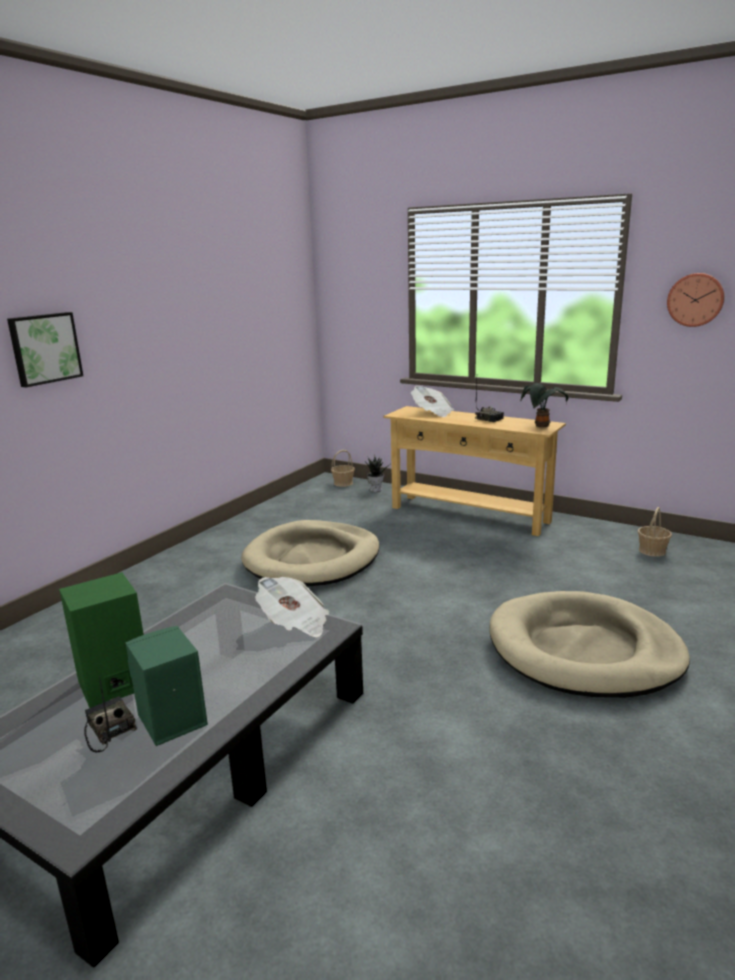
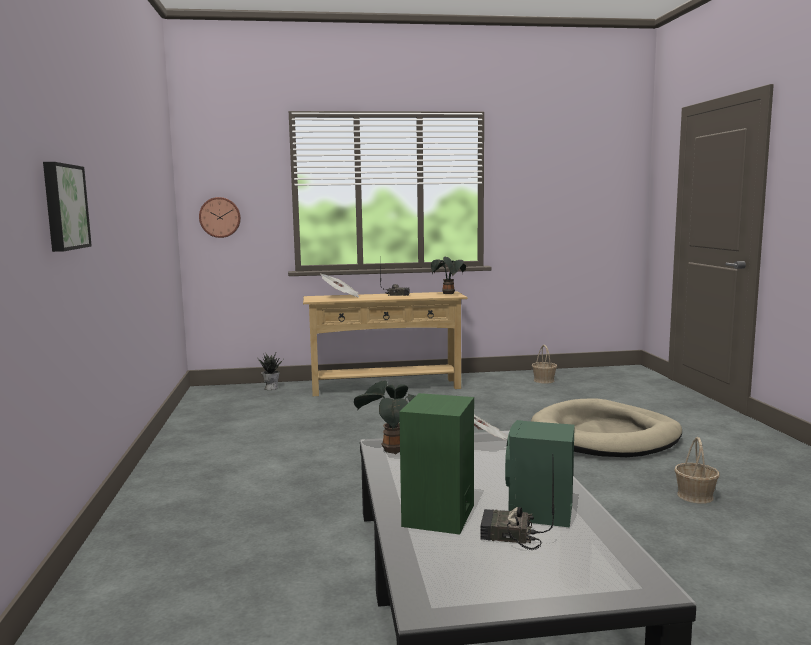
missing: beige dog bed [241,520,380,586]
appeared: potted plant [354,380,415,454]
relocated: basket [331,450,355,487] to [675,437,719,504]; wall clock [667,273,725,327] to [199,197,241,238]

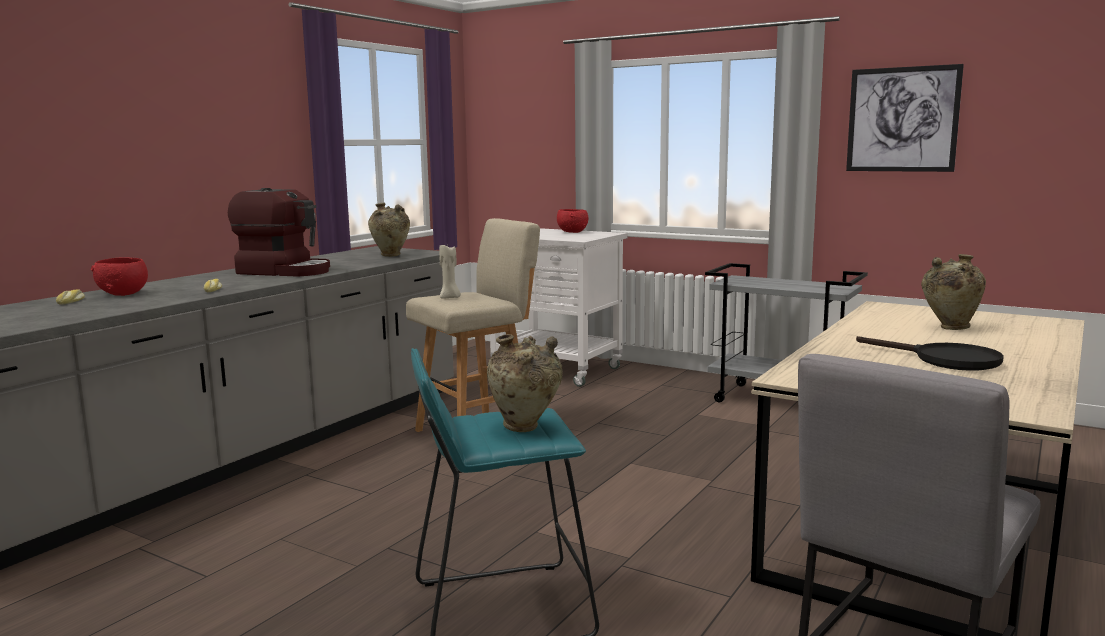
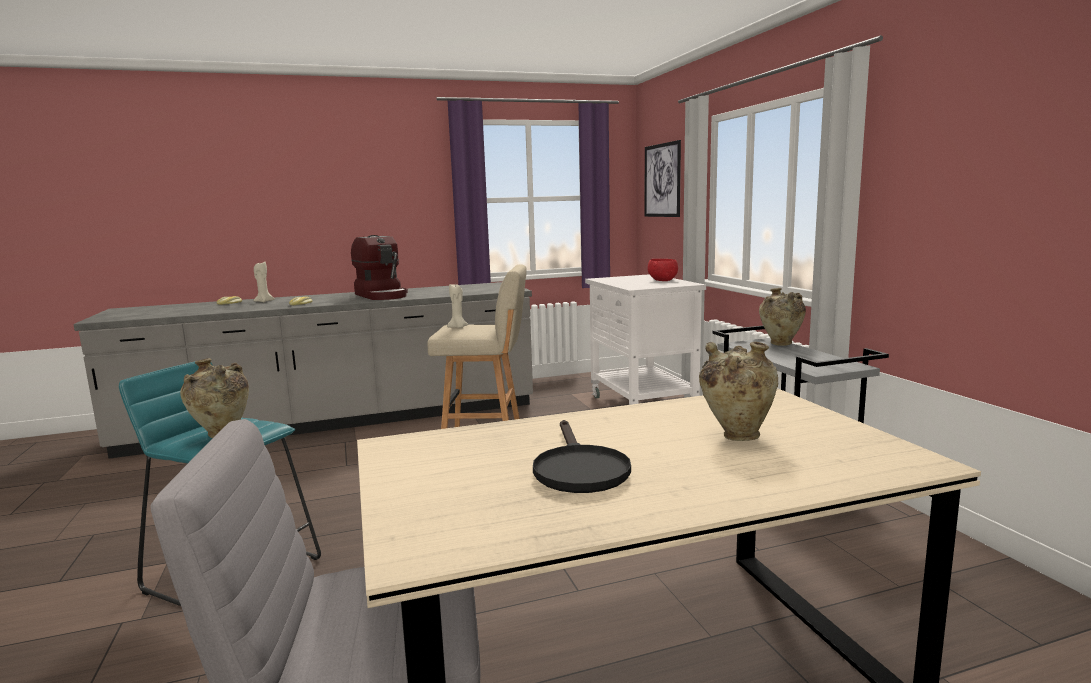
relocated: beige vase [368,203,410,257] to [759,288,806,346]; picture [846,64,964,172] to [645,140,681,217]
exchanged: red bowl [91,258,148,296] to beige candle [253,262,275,302]

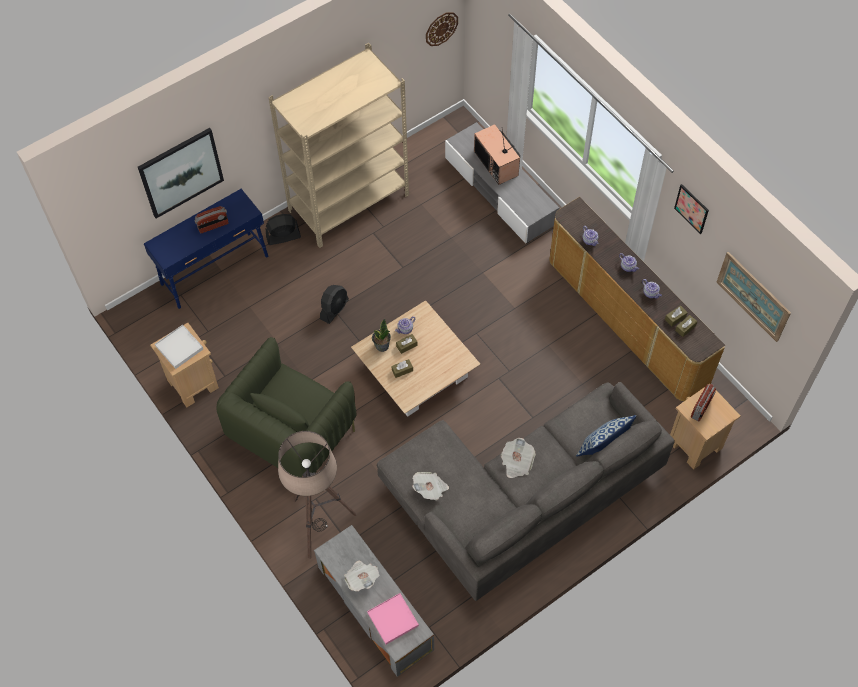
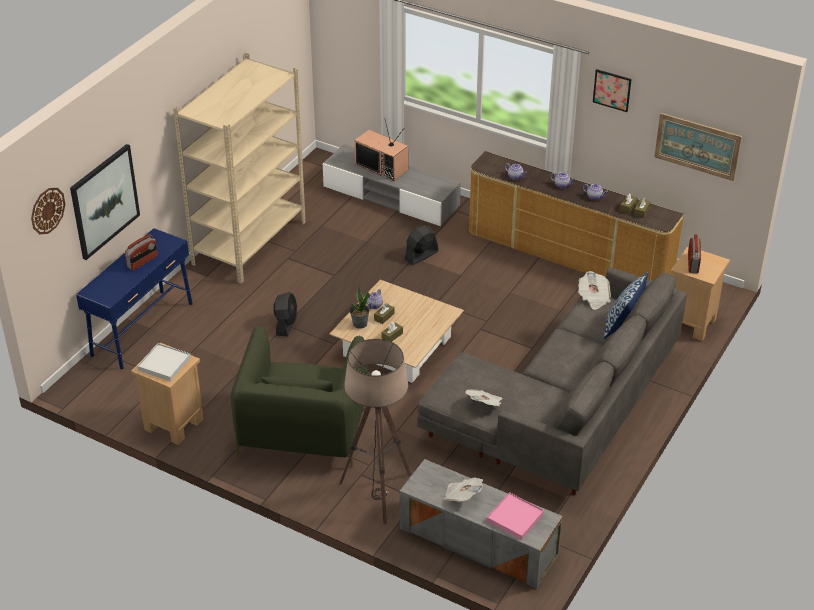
relocated: black fan [266,214,301,245] to [405,225,439,265]; wall clock [426,12,458,46] to [31,188,65,234]; newspaper [501,438,536,478] to [578,271,611,310]

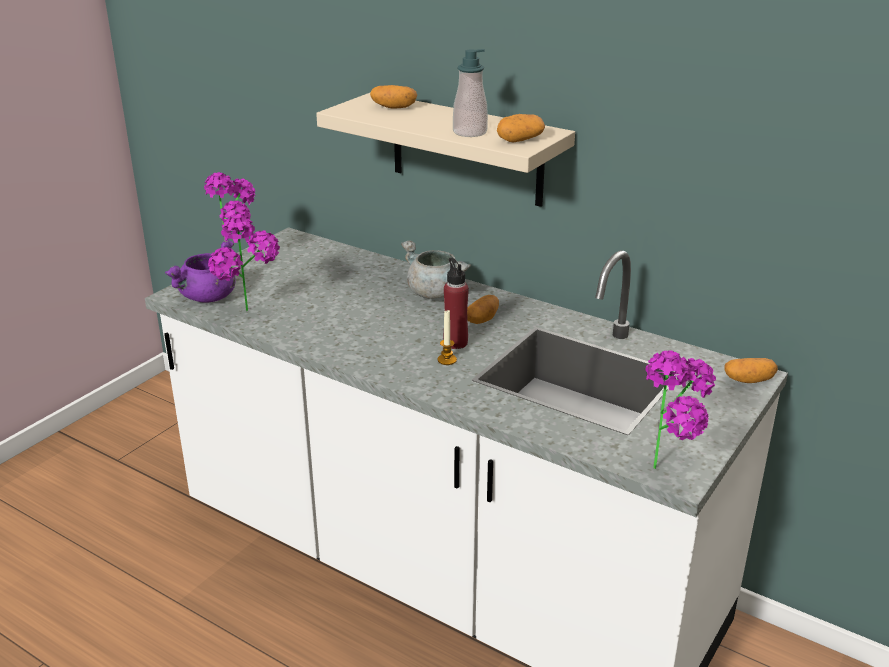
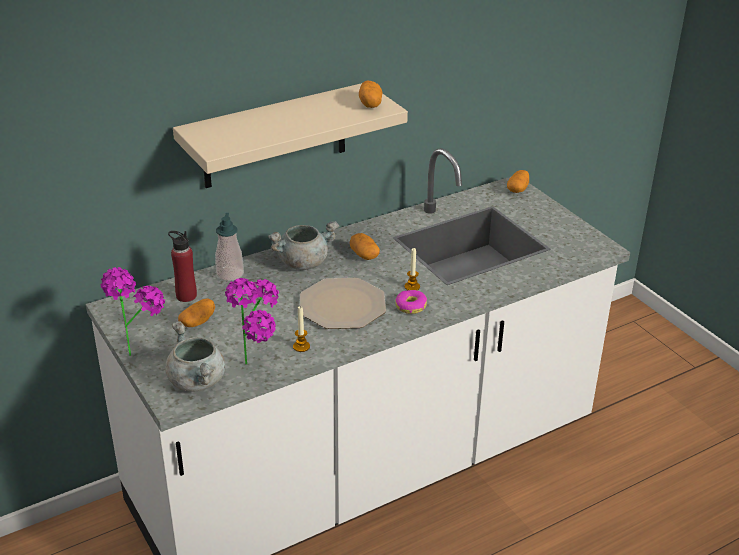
missing: potted plant [646,350,716,469]
appeared: candle [293,307,310,352]; plate [300,278,386,329]; donut [395,290,427,314]
relocated: potato [370,85,417,109] to [178,298,215,327]; red bottle [444,258,469,349] to [168,231,197,302]; soap dispenser [453,49,488,137] to [215,213,244,281]
colour: purple cooking pot [165,240,236,303] to grey cooking pot [165,321,225,391]

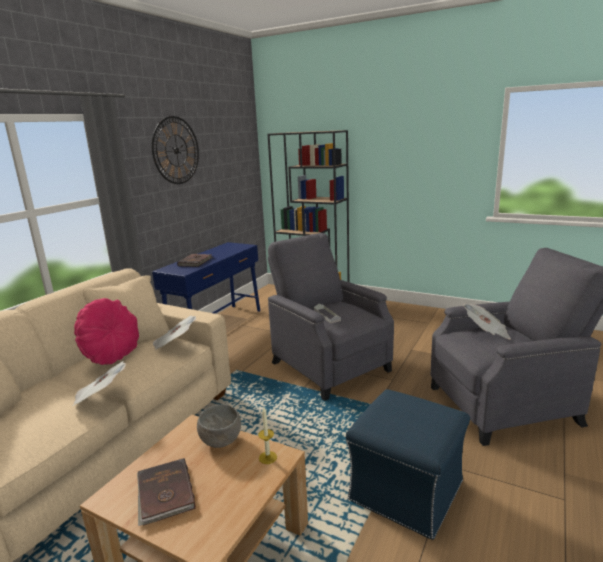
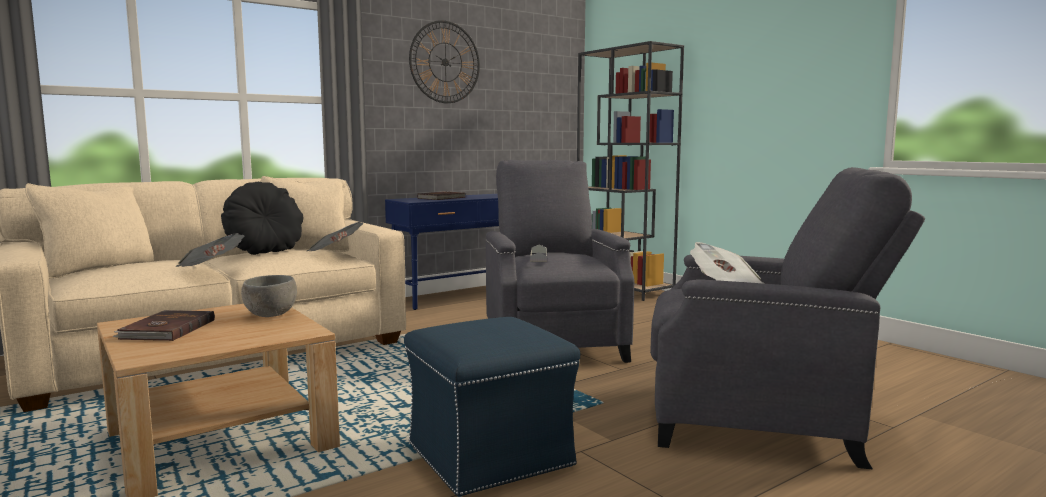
missing: candle [258,408,277,464]
colour: pink pillow [74,298,139,365] to black pillow [221,182,303,255]

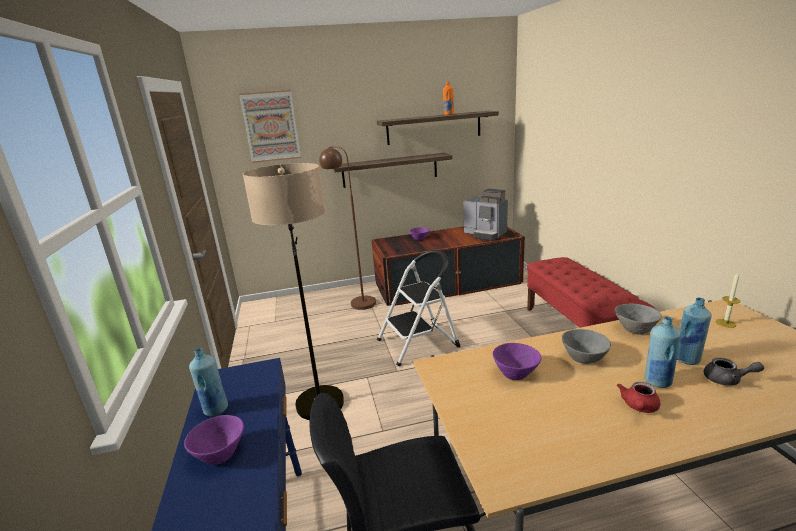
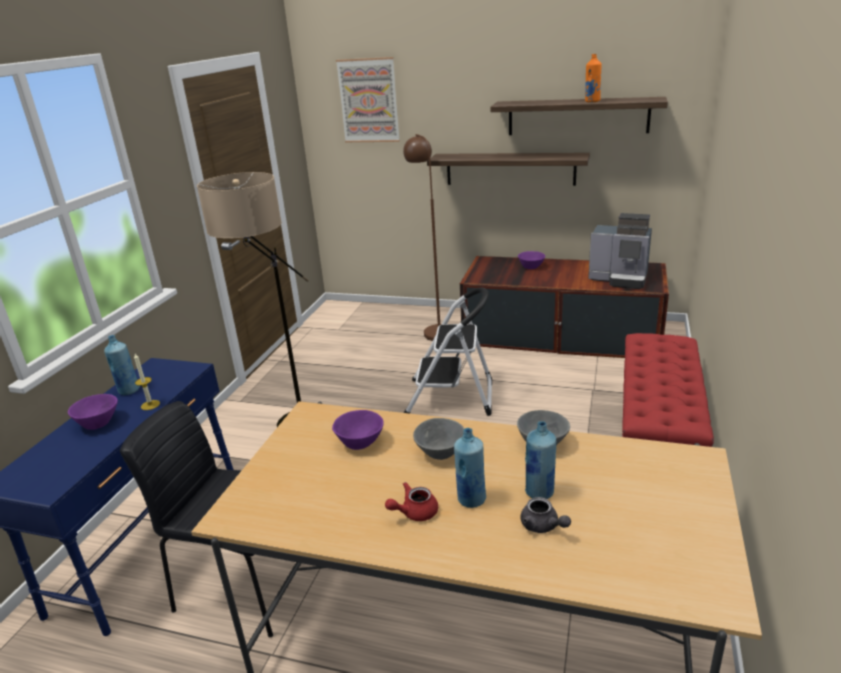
relocated: candle [715,272,741,328] to [134,354,160,410]
spun: coffee machine [463,189,508,241] = [588,213,652,289] 45 degrees counterclockwise

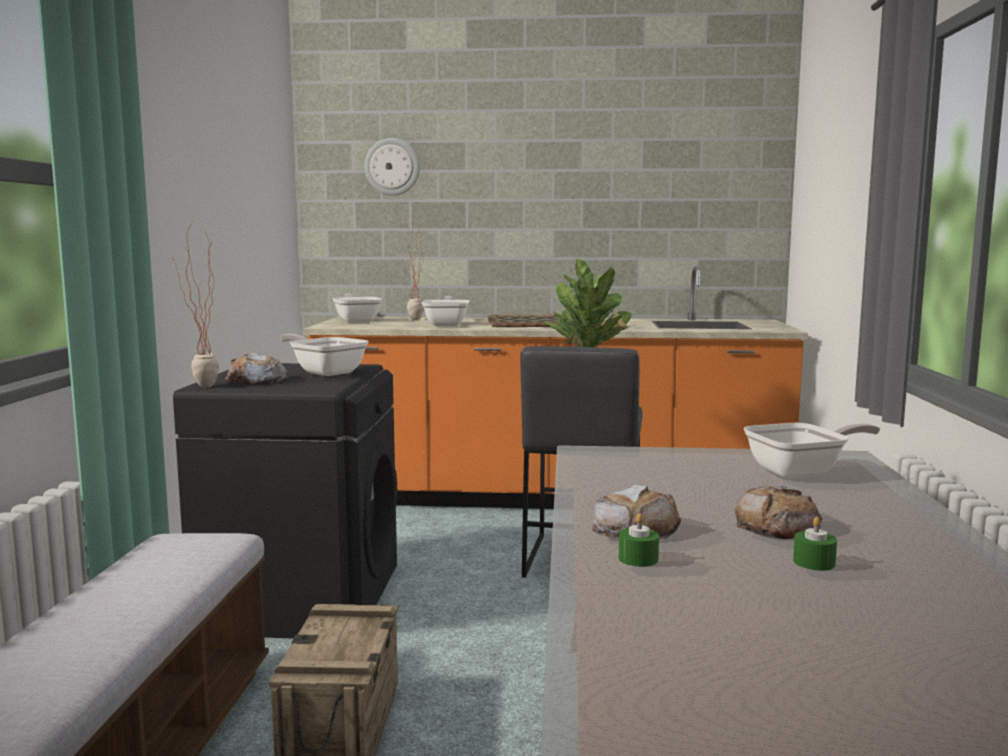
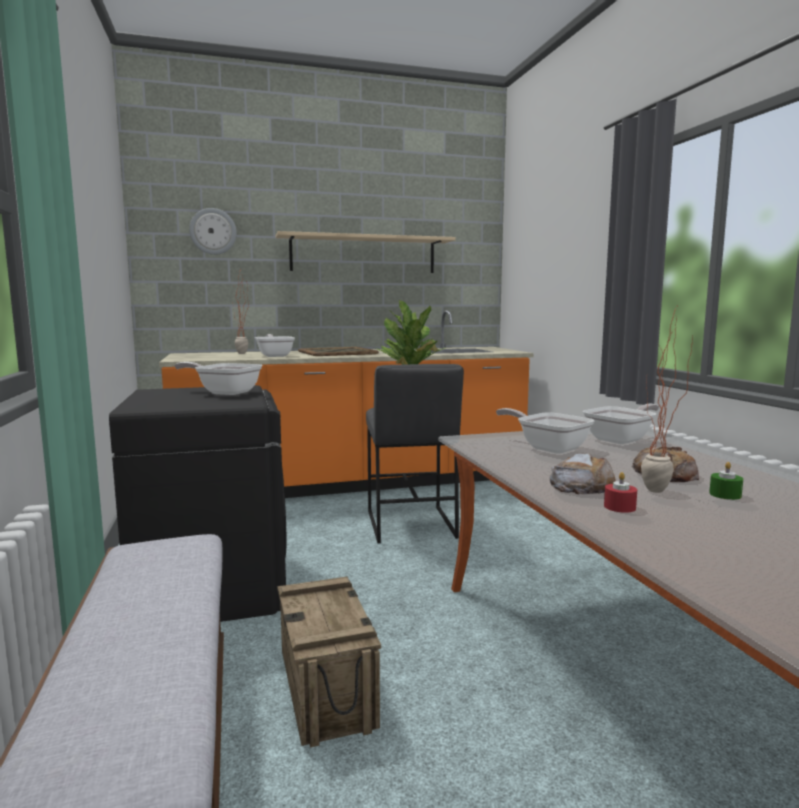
missing: bread [225,353,289,385]
appeared: beige shelf [276,231,455,273]
relocated: potted plant [173,222,219,388] to [641,304,693,493]; frying pan [332,294,382,323] to [496,408,594,454]
colour: green candle [619,513,659,567] to red candle [604,472,637,513]

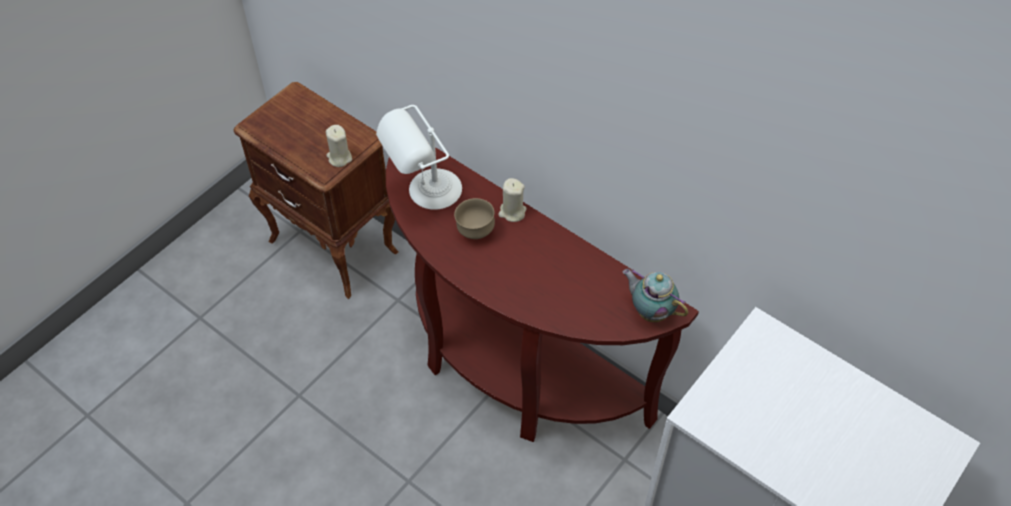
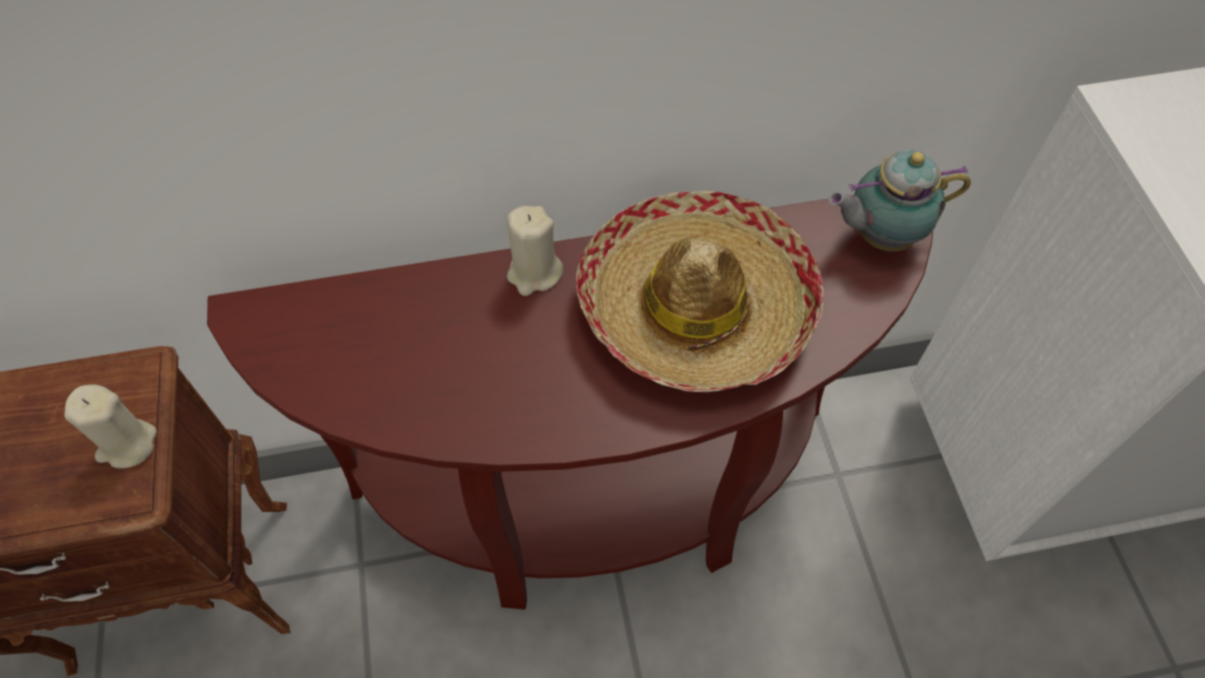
missing: white table lamp [376,105,462,210]; brown bowl [454,198,495,239]
appeared: hat [576,191,824,392]

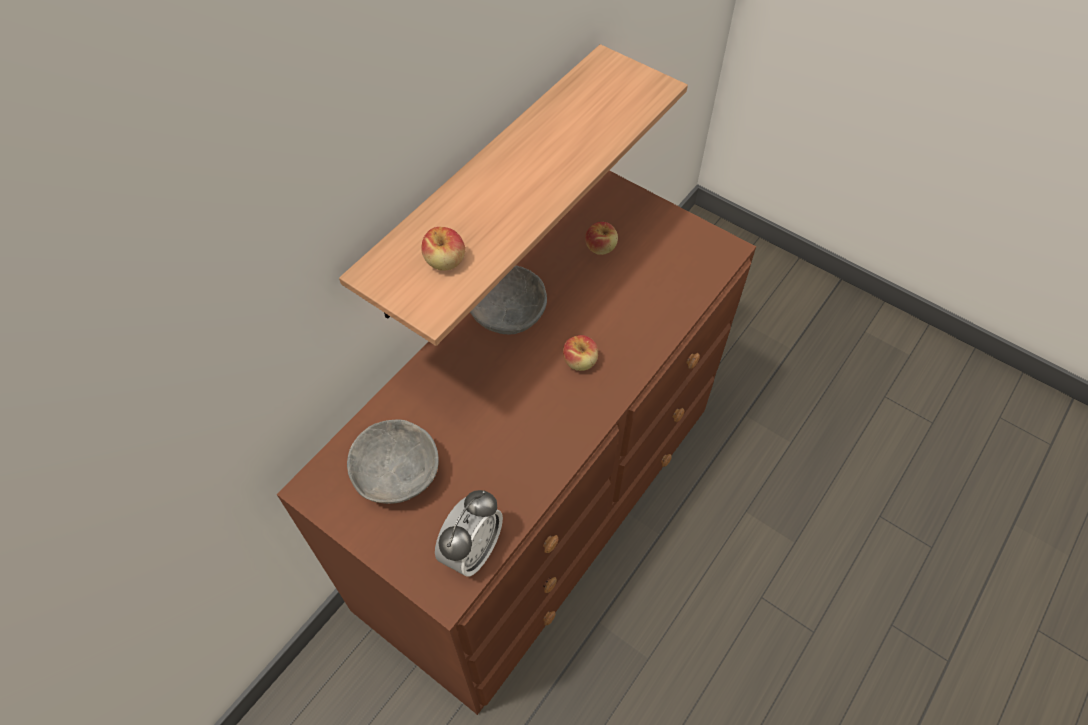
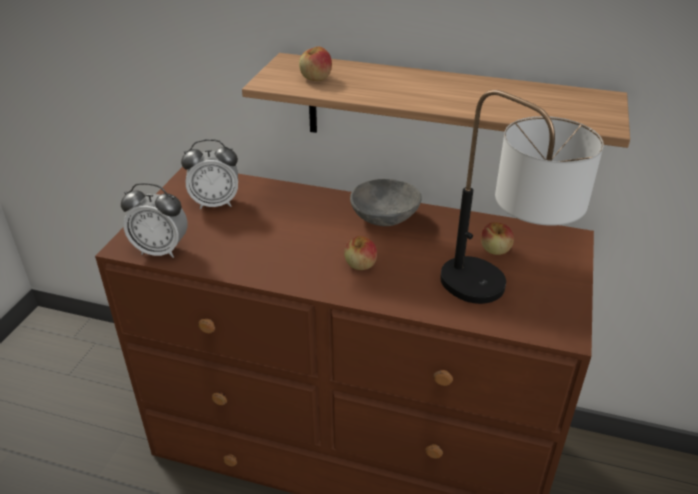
appeared: table lamp [440,90,604,304]
exchanged: grey bowl [347,419,439,504] to alarm clock [181,139,238,209]

